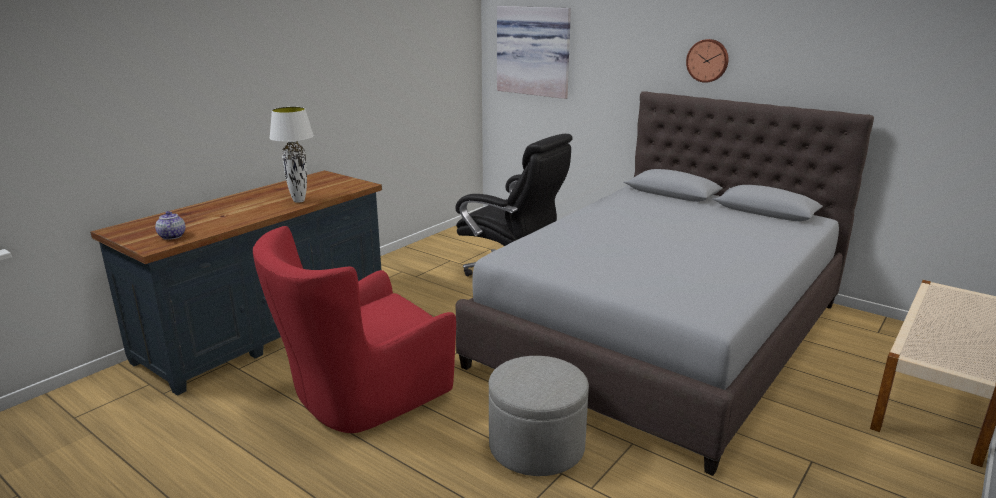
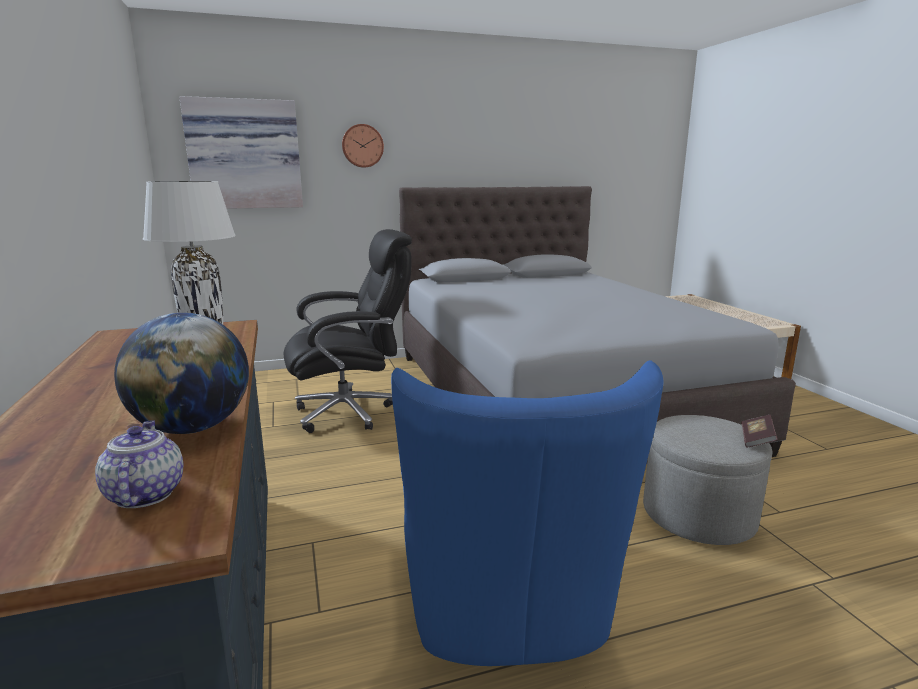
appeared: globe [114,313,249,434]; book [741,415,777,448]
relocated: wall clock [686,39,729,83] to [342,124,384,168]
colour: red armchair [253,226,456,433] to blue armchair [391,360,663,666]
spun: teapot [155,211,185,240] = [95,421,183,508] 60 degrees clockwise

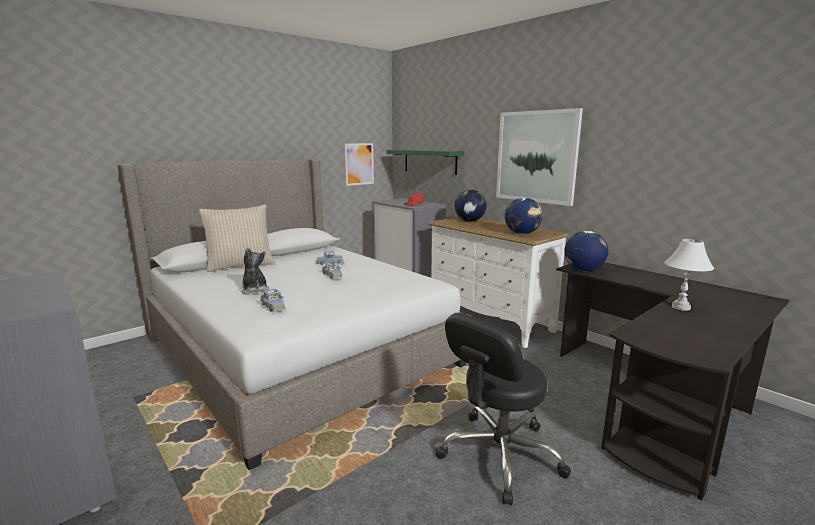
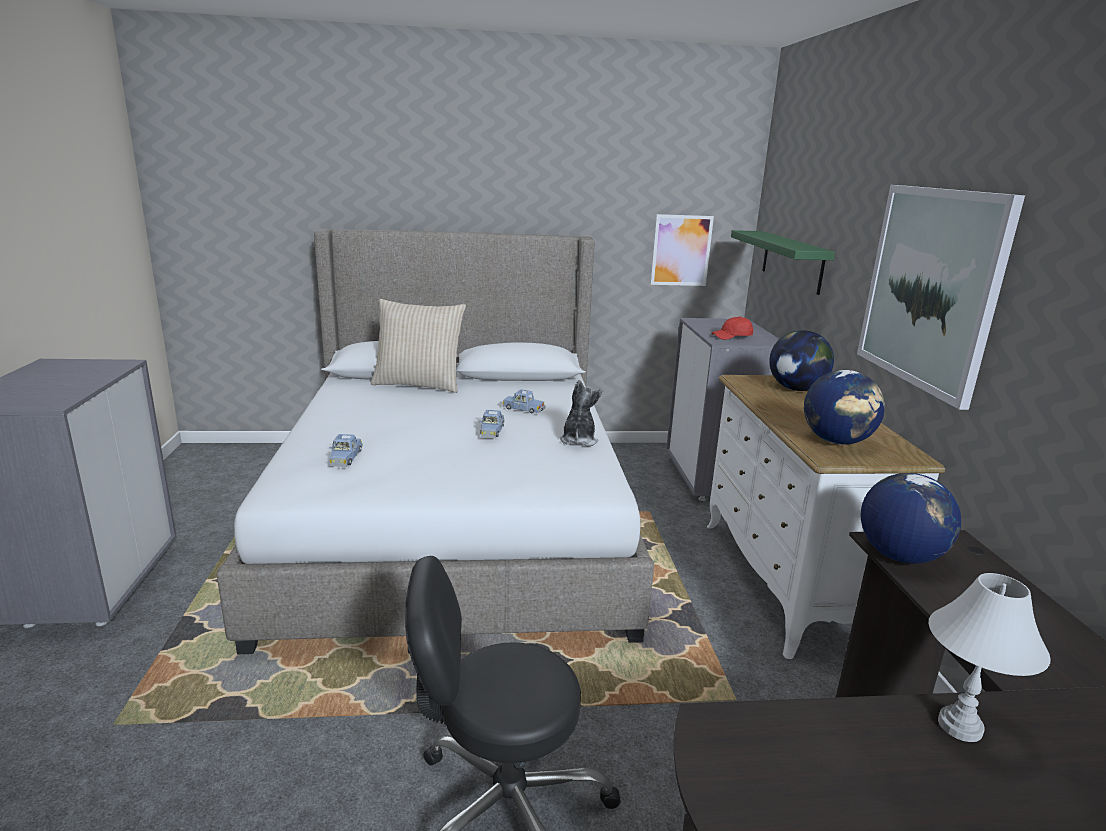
relocated: plush toy [240,247,269,295] to [560,380,602,447]

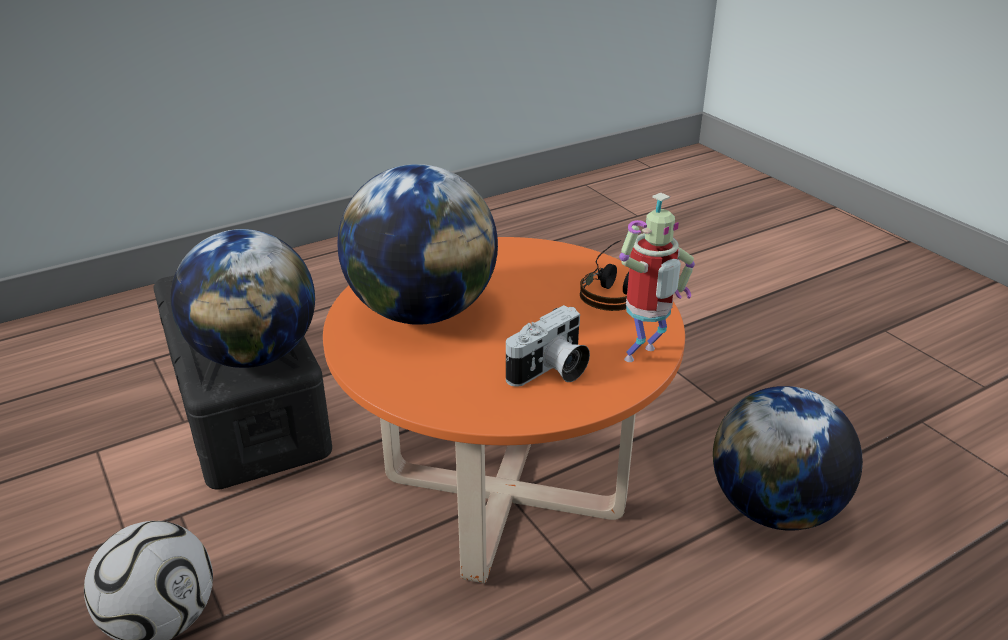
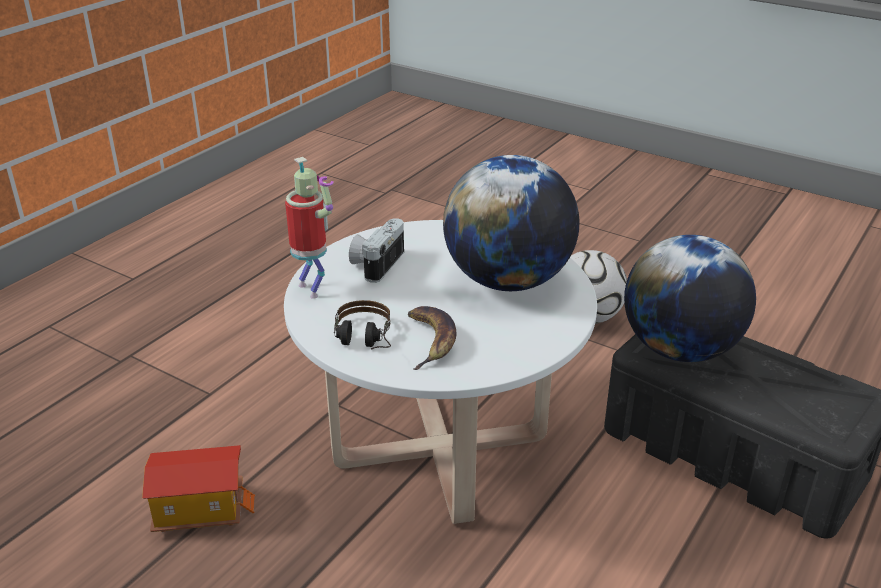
appeared: banana [408,306,456,370]
exchanged: globe [713,386,863,531] to toy house [142,445,255,532]
colour: orange coffee table [323,237,685,583] to white coffee table [284,220,597,524]
spun: toy robot [619,193,695,362] = [285,157,334,299] 120 degrees clockwise

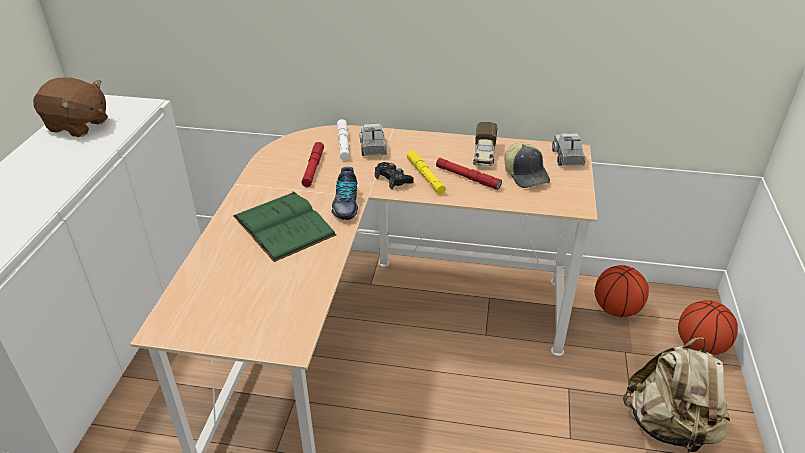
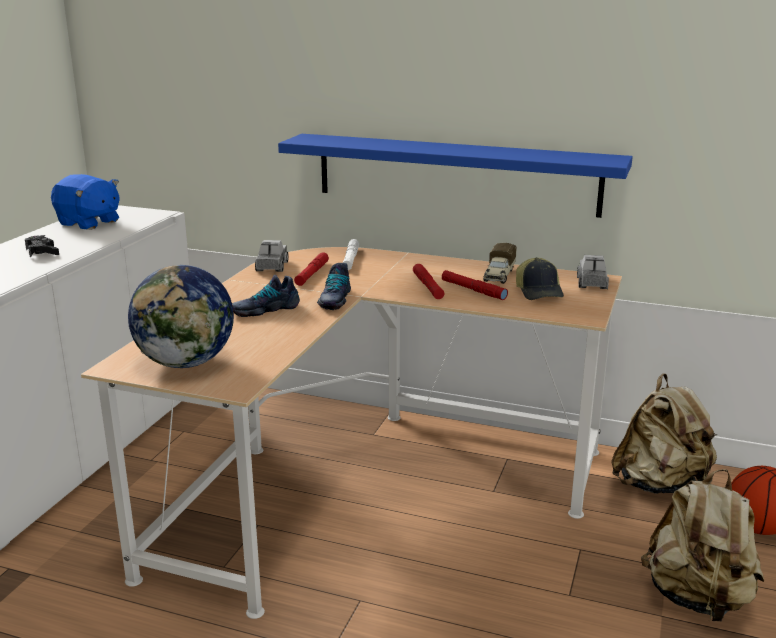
appeared: globe [128,265,234,368]; blue shelf [278,134,633,218]
relocated: toy truck [360,124,387,156] to [255,240,288,272]; black game controller [375,162,413,189] to [25,235,59,258]
exchanged: green book [233,191,337,262] to shoe [232,275,300,317]; basketball [595,265,649,317] to beige backpack [611,374,717,494]
colour: brown plush toy [33,77,108,137] to blue plush toy [51,174,119,230]; yellow flashlight [407,151,446,194] to red flashlight [413,264,444,299]

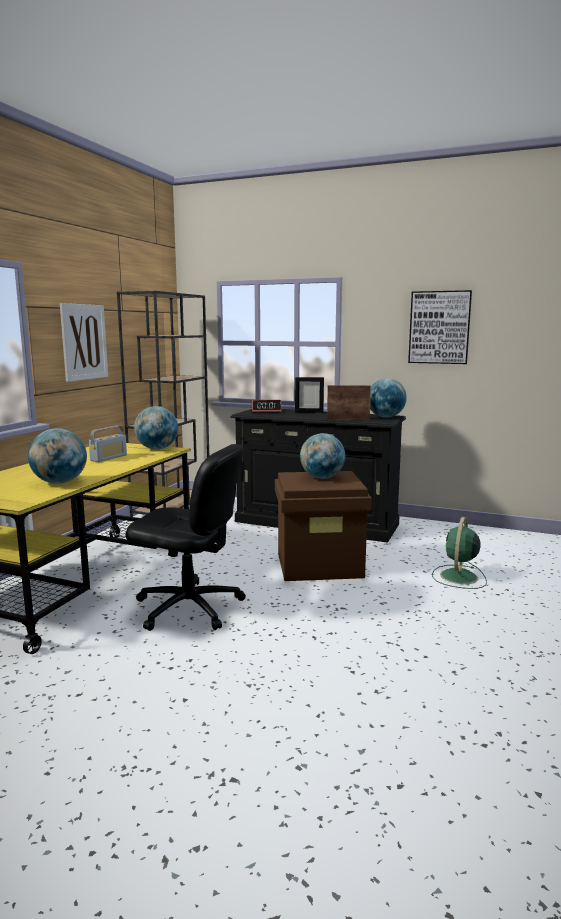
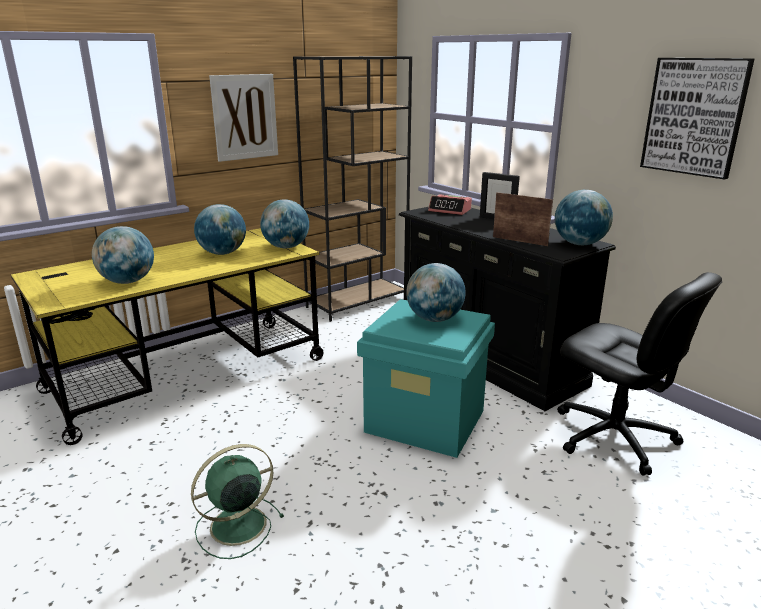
relocated: black office chair [126,444,246,631] to [557,272,722,475]; green fan [432,517,487,589] to [191,444,284,559]
exchanged: radio [89,426,127,462] to globe [194,204,246,255]
colour: brown storage box [275,471,372,581] to turquoise storage box [357,299,495,458]

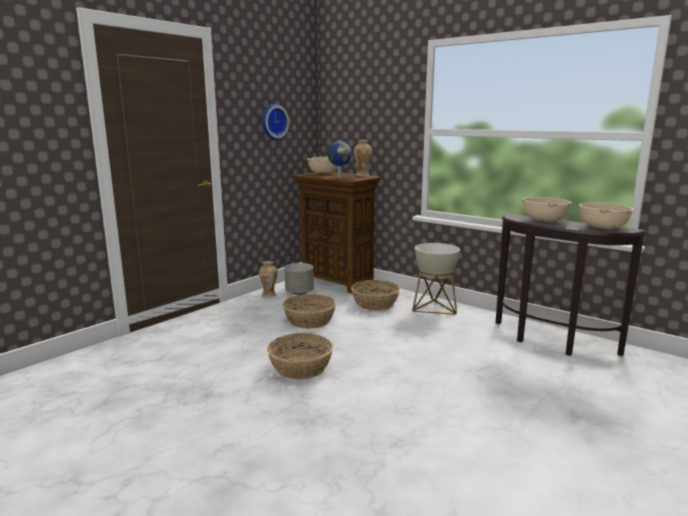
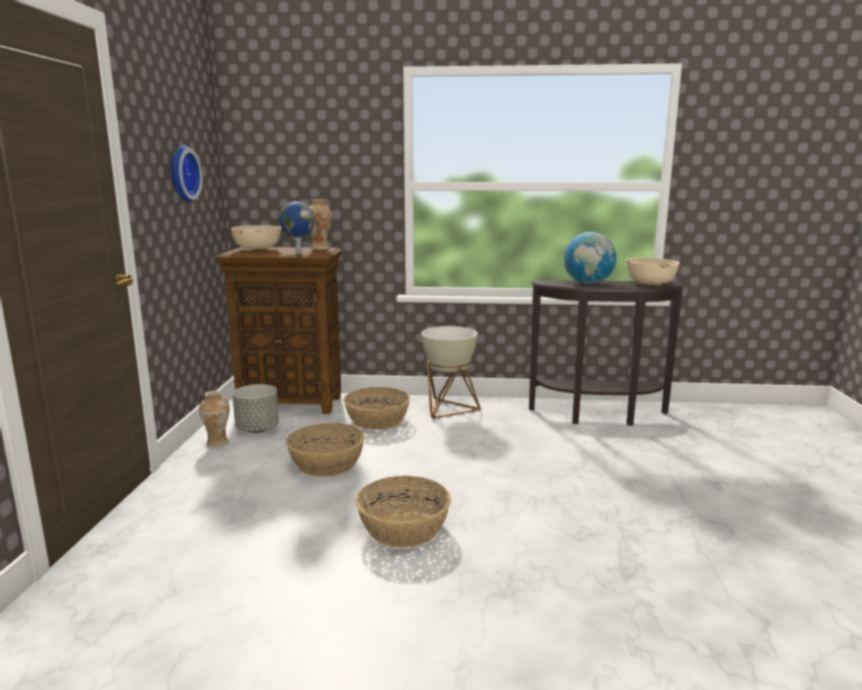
exchanged: beige bowl [522,197,572,223] to globe [564,232,617,284]

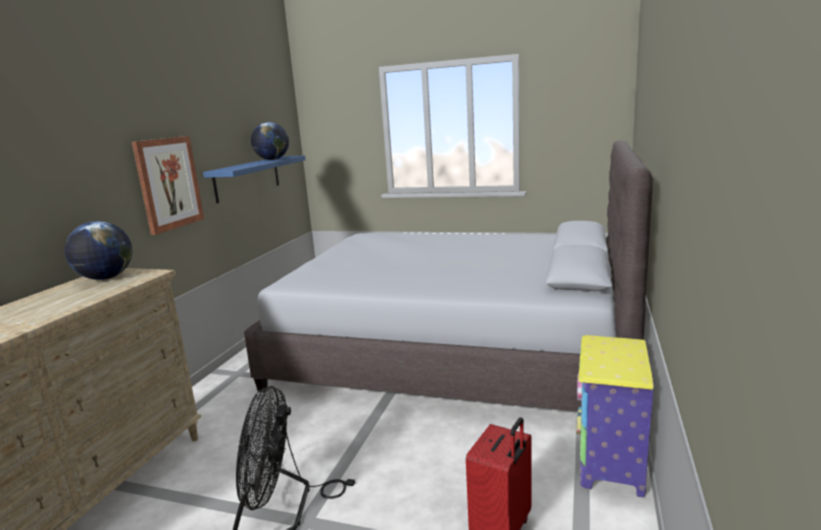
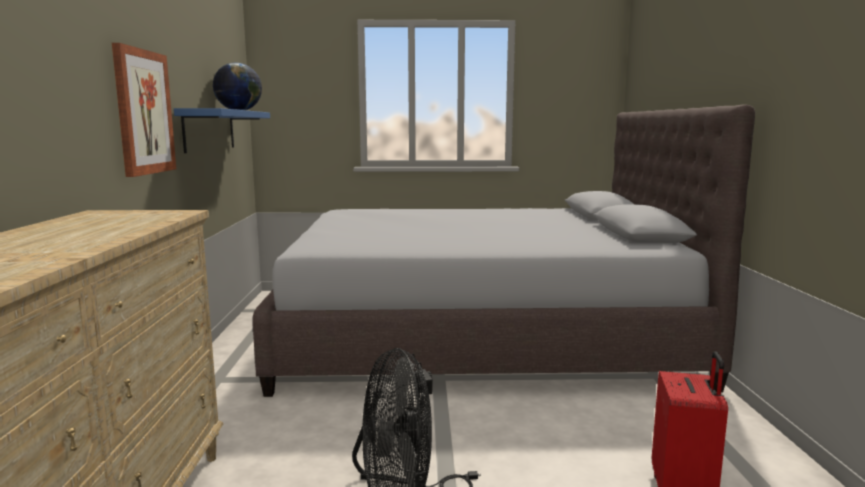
missing: globe [64,221,132,280]; nightstand [576,335,654,497]

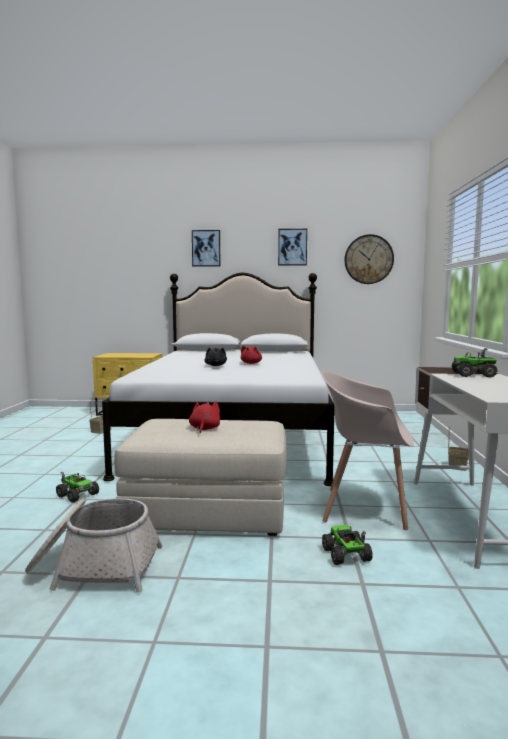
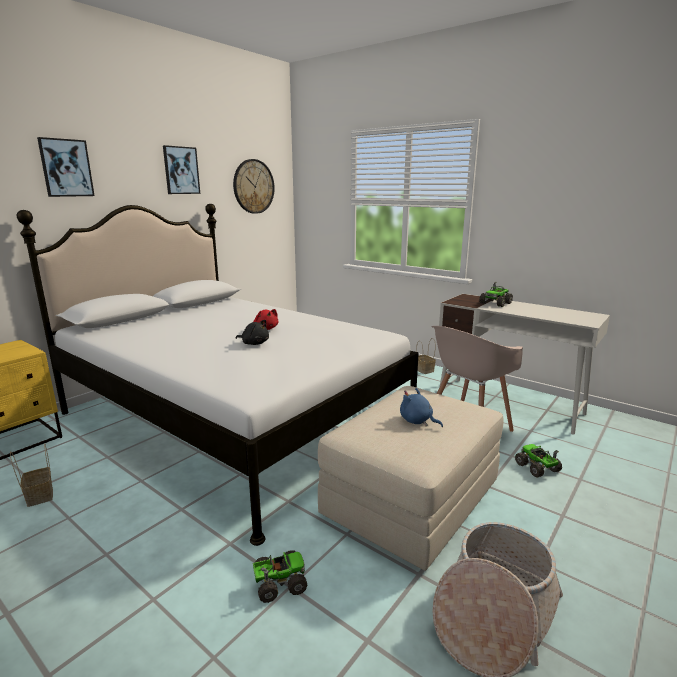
colour: red plush toy [189,401,220,433] to blue plush toy [400,388,443,427]
spun: toy truck [322,525,373,565] = [515,444,562,478] 45 degrees clockwise

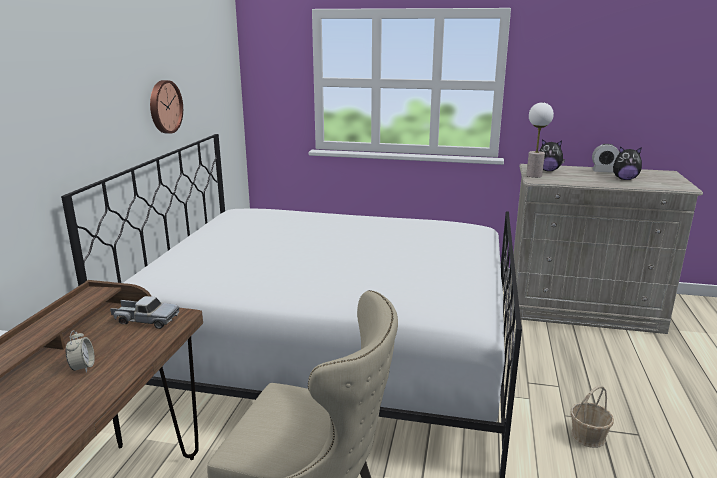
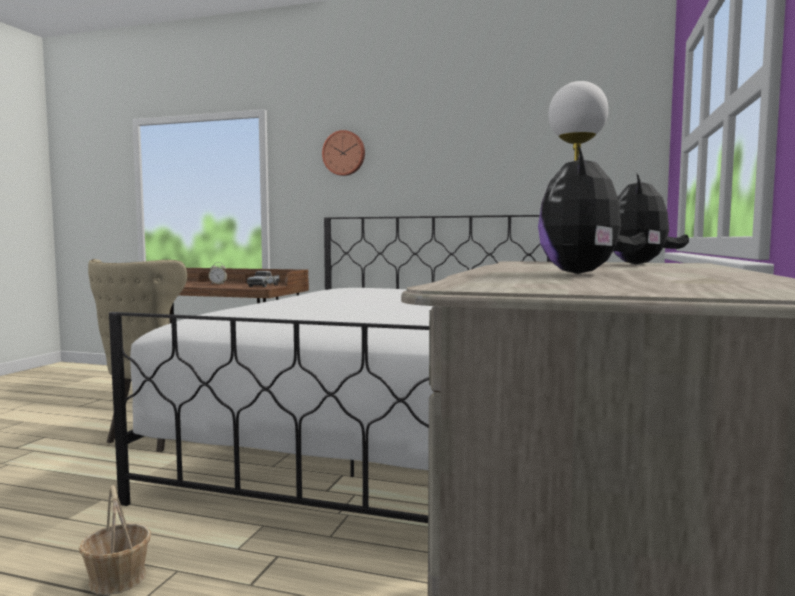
missing: alarm clock [592,144,619,173]
relocated: wall clock [150,80,183,134] to [322,130,365,176]

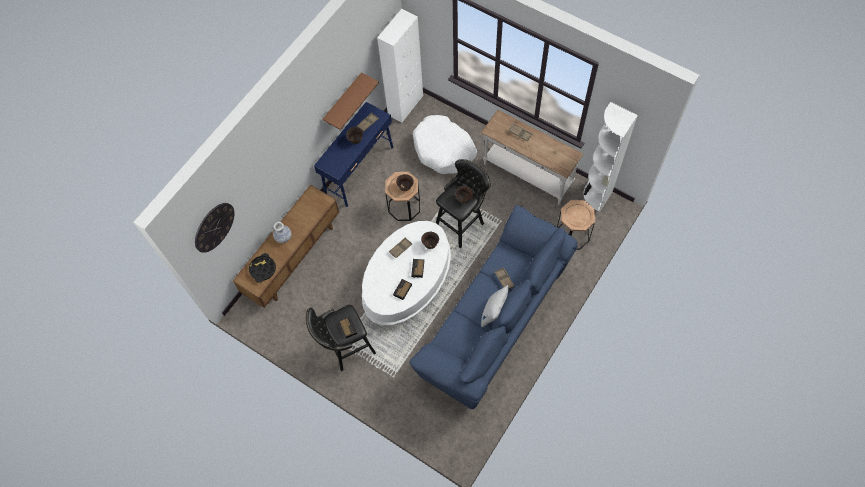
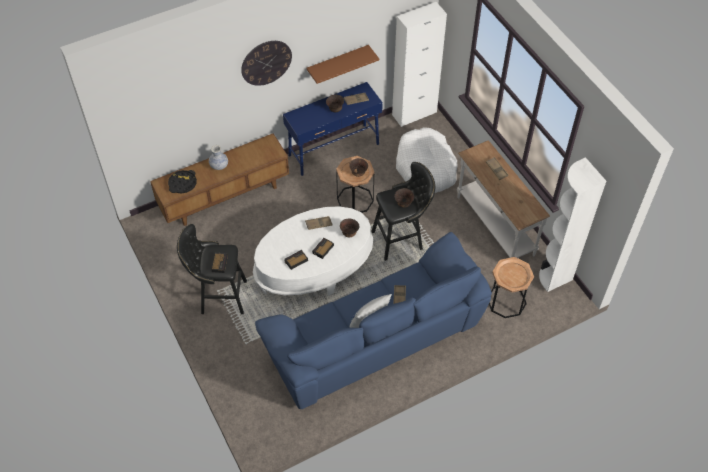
relocated: wall clock [195,203,235,253] to [241,41,292,86]

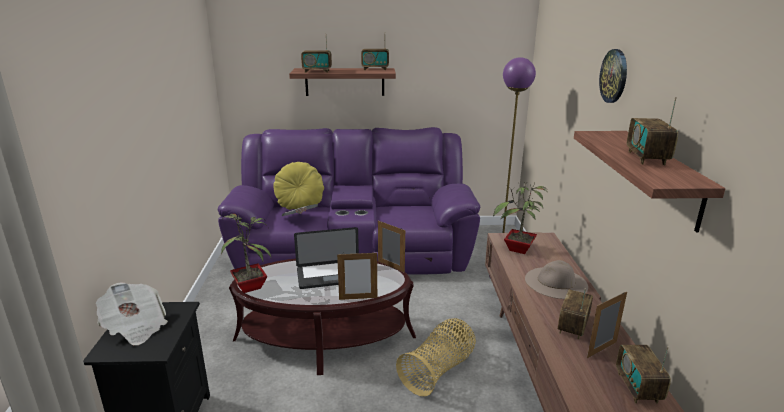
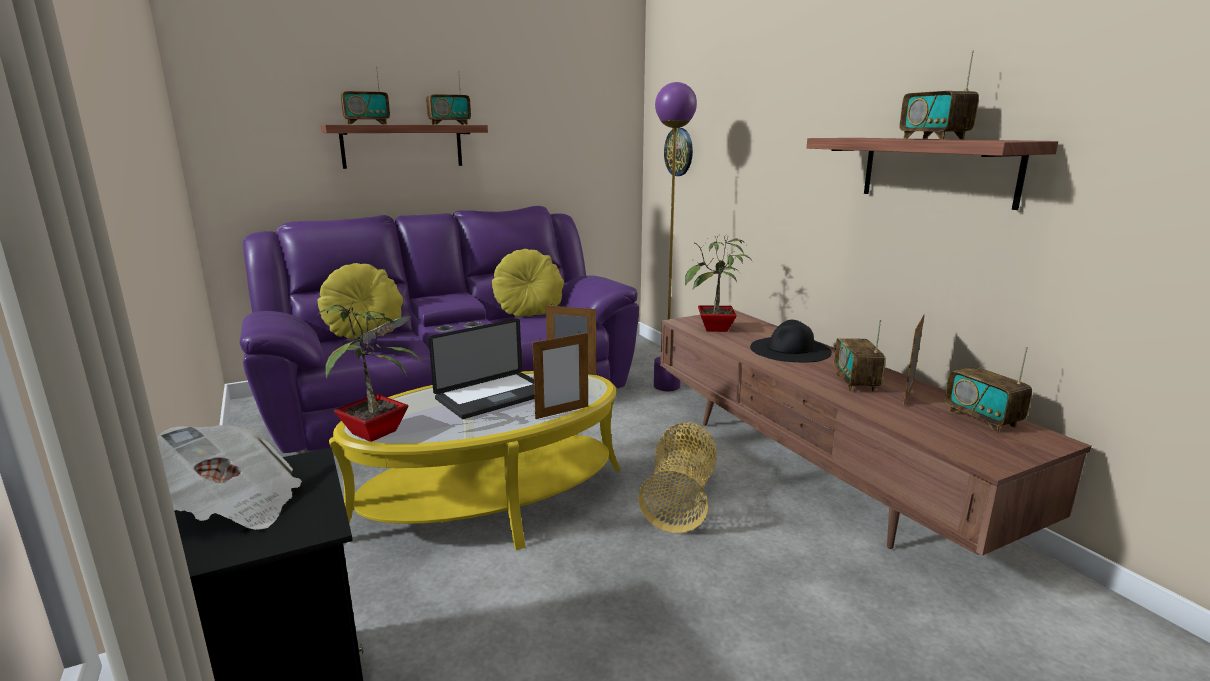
appeared: yellow pillow [492,249,564,317]
relocated: wall clock [599,49,627,103] to [664,128,693,176]
colour: brown coffee table [229,259,416,375] to yellow coffee table [329,371,621,550]; beige hat [525,260,588,299] to black hat [750,320,832,363]

